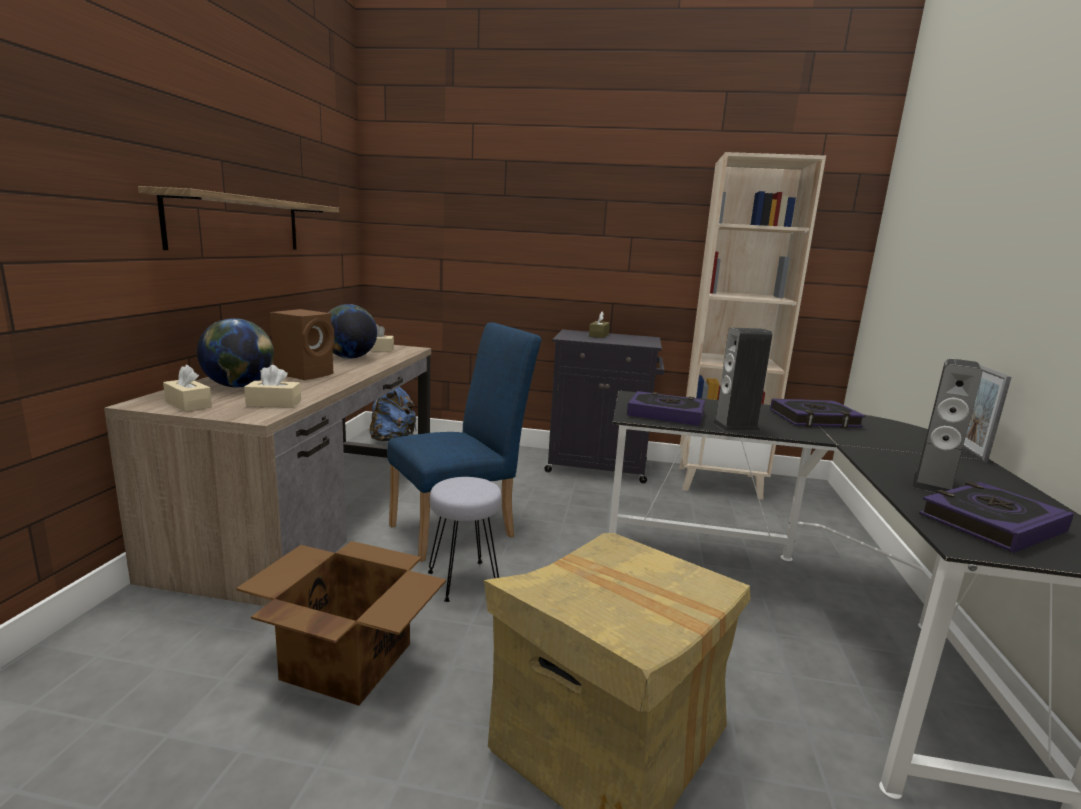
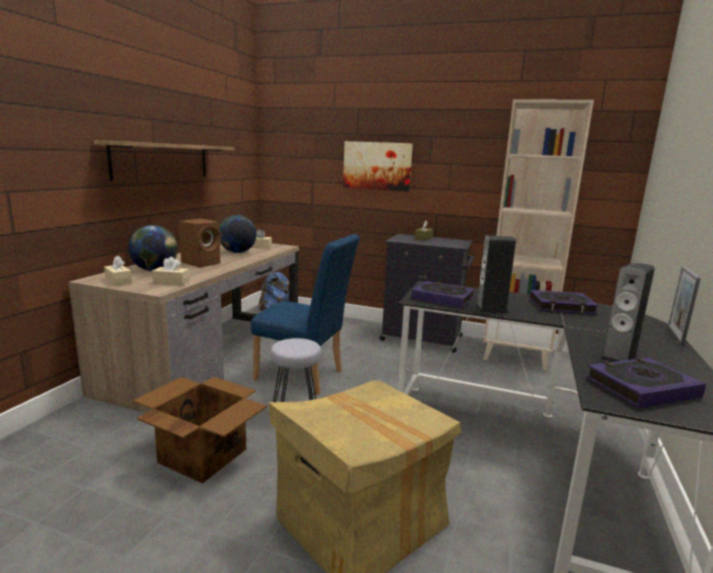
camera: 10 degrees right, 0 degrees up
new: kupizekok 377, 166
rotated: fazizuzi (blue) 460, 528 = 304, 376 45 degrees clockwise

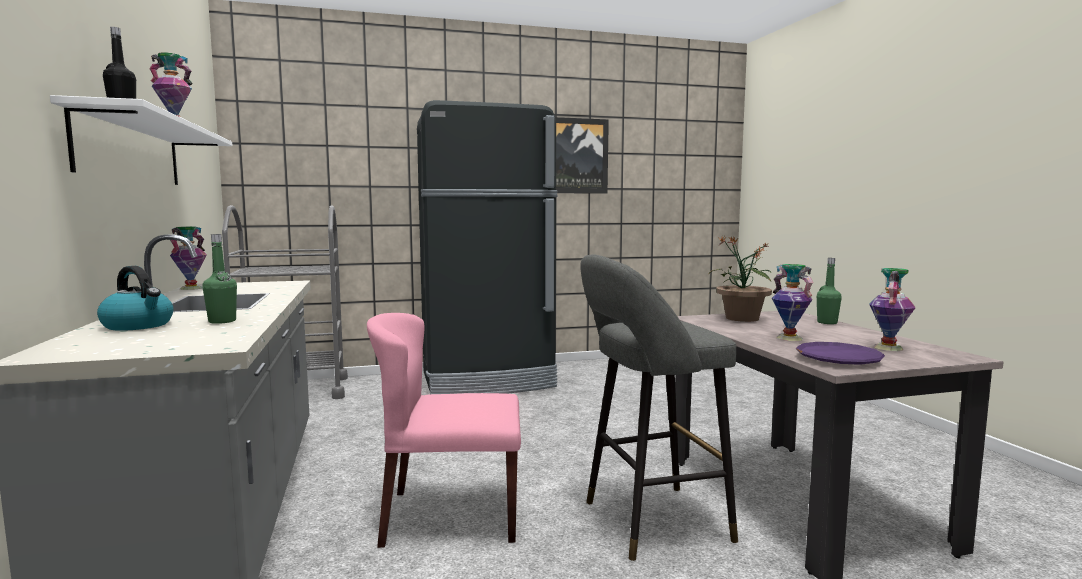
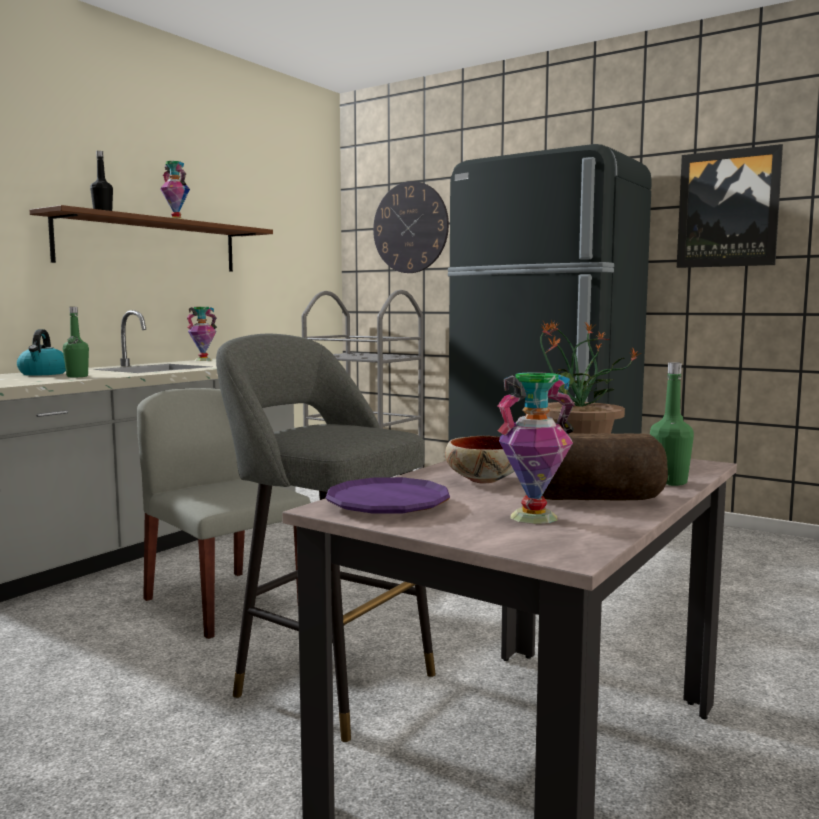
camera: 50 degrees right, 0 degrees up
new: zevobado 410, 227; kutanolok 593, 499
swapped: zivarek 789, 338 to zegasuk 484, 480
repainted: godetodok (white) 131, 151 to godetodok (brown) 150, 245; fazizuzi (pink) 450, 516 to fazizuzi (grey) 223, 602

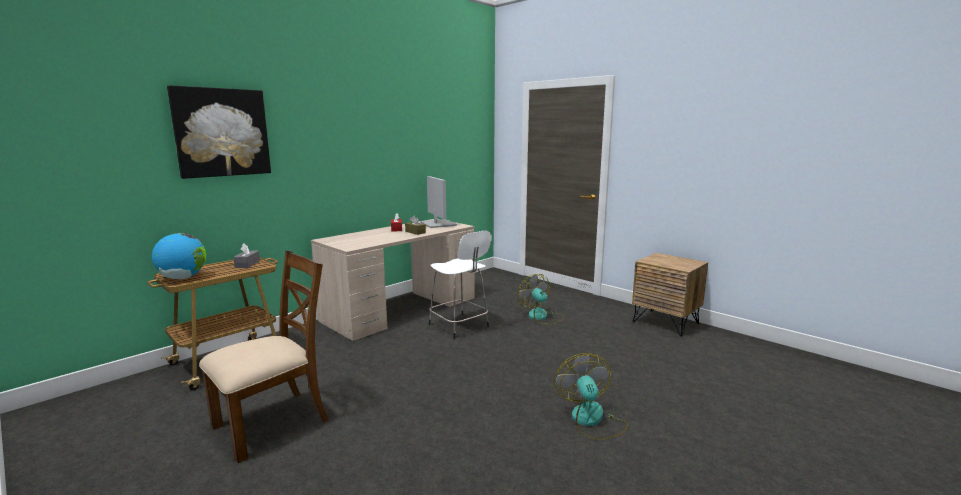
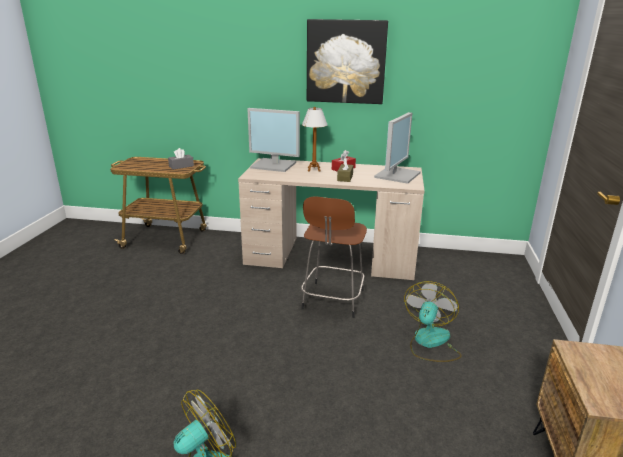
camera: 55 degrees right, 10 degrees up
gone: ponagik 183, 278; fazizuzi (brown) 273, 423
new: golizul 274, 165; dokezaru 314, 169
shifted: kupizekok 222, 132 to 346, 62
repainted: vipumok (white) 460, 326 to vipumok (brown) 332, 301

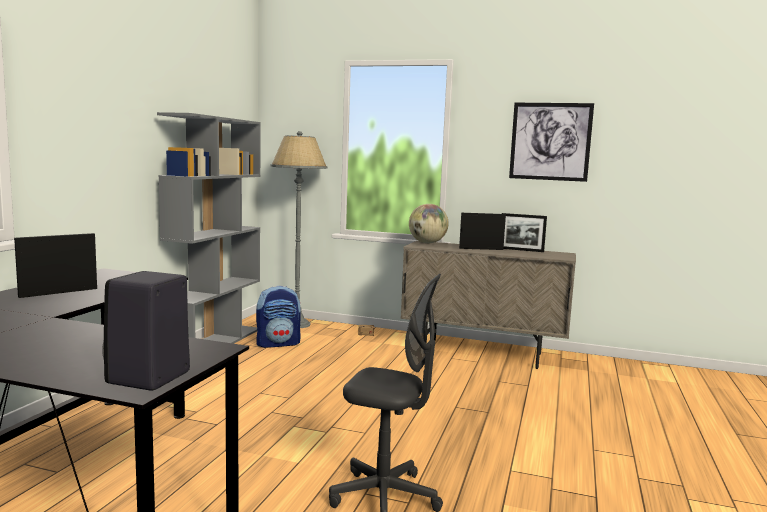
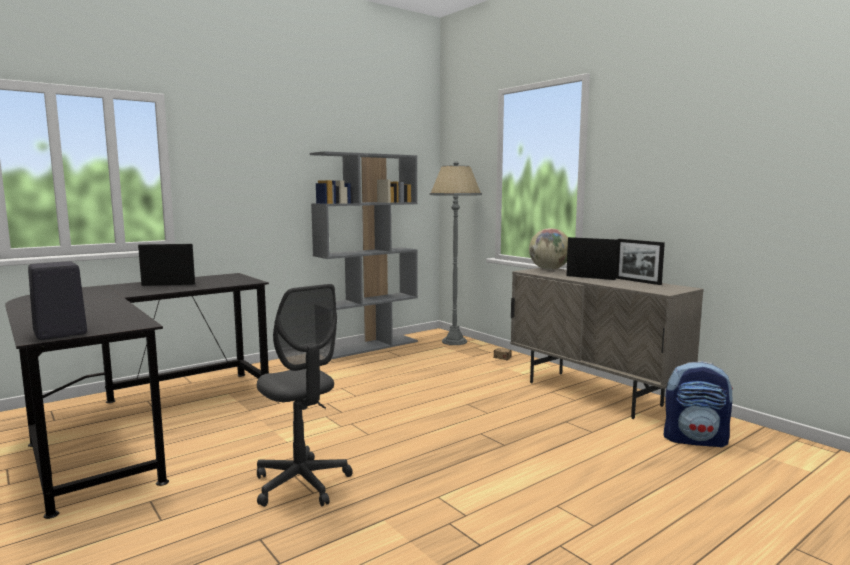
camera: 35 degrees right, 0 degrees up
gone: kupizekok 550, 141
shifted: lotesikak 278, 343 to 695, 440

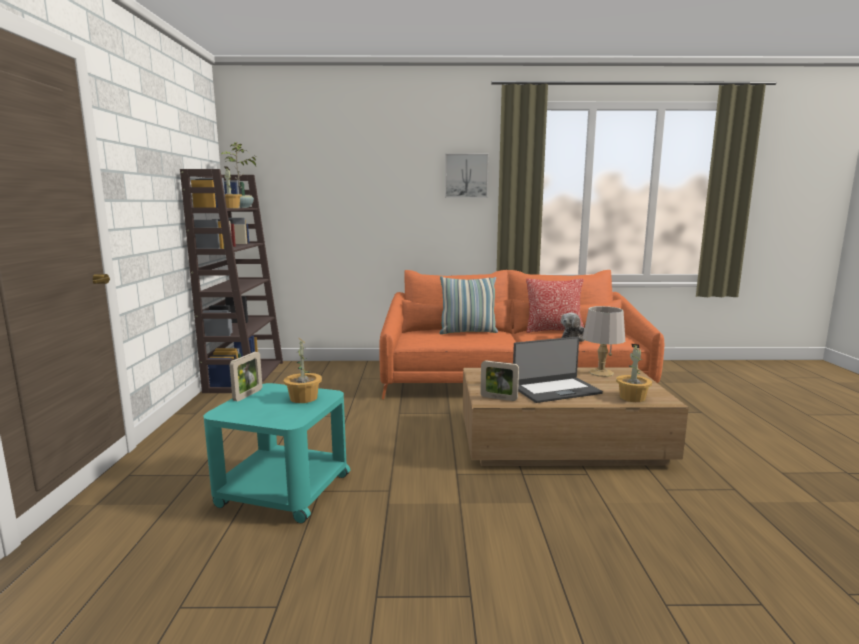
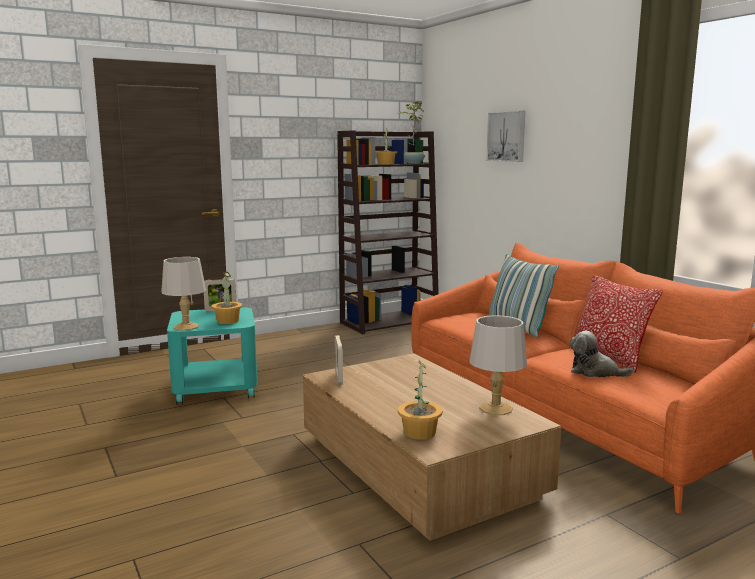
camera: 60 degrees right, 0 degrees up
gone: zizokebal 555, 390
new: dokezaru (grey) 185, 327
shifted: kupizekok 466, 176 to 507, 136

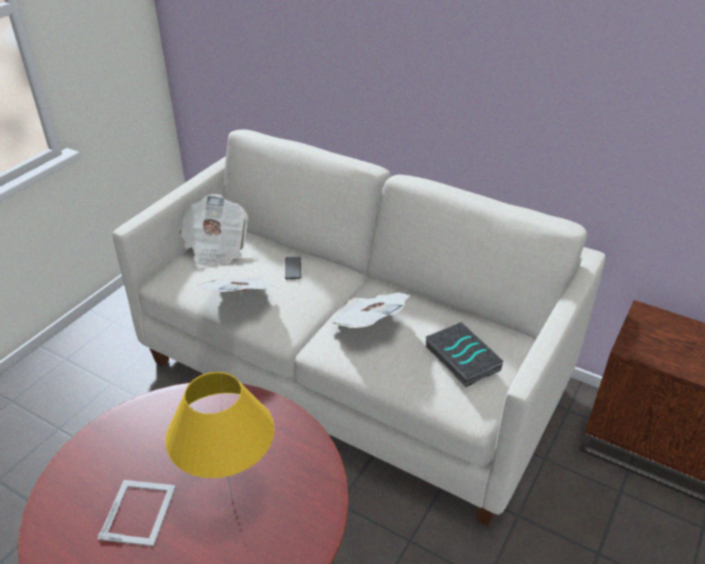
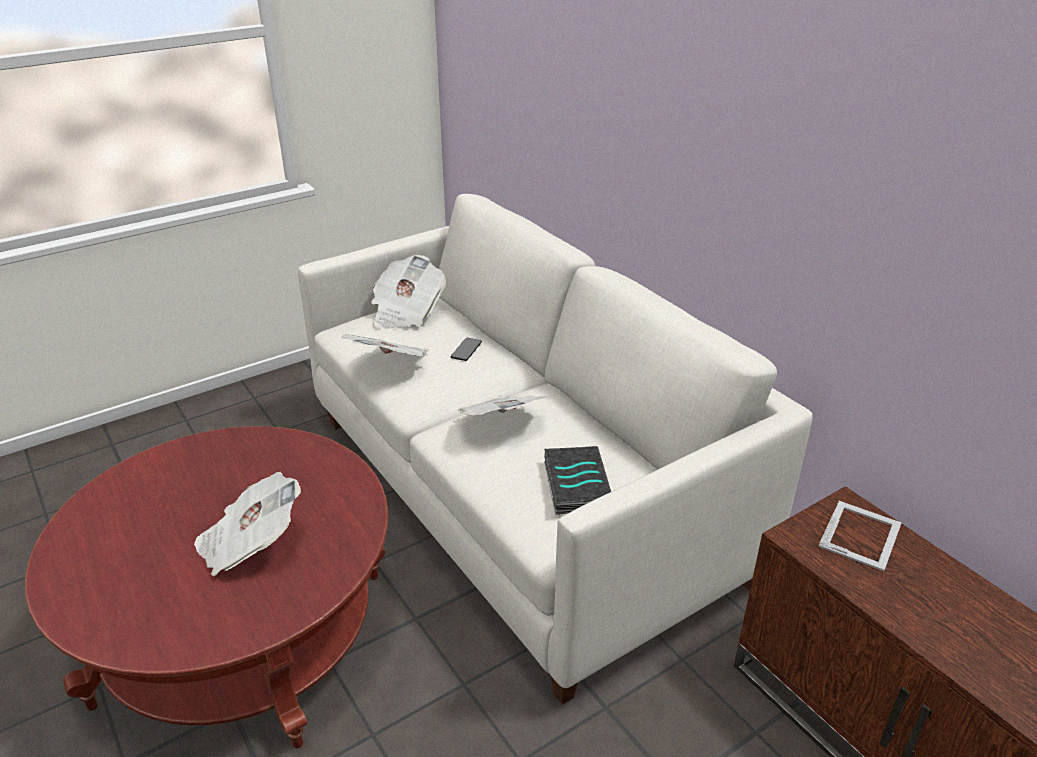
camera: 25 degrees right, 5 degrees down
shifted: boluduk 139, 511 to 861, 534
swapped: dokezaru (yellow) 232, 499 to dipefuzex 250, 544

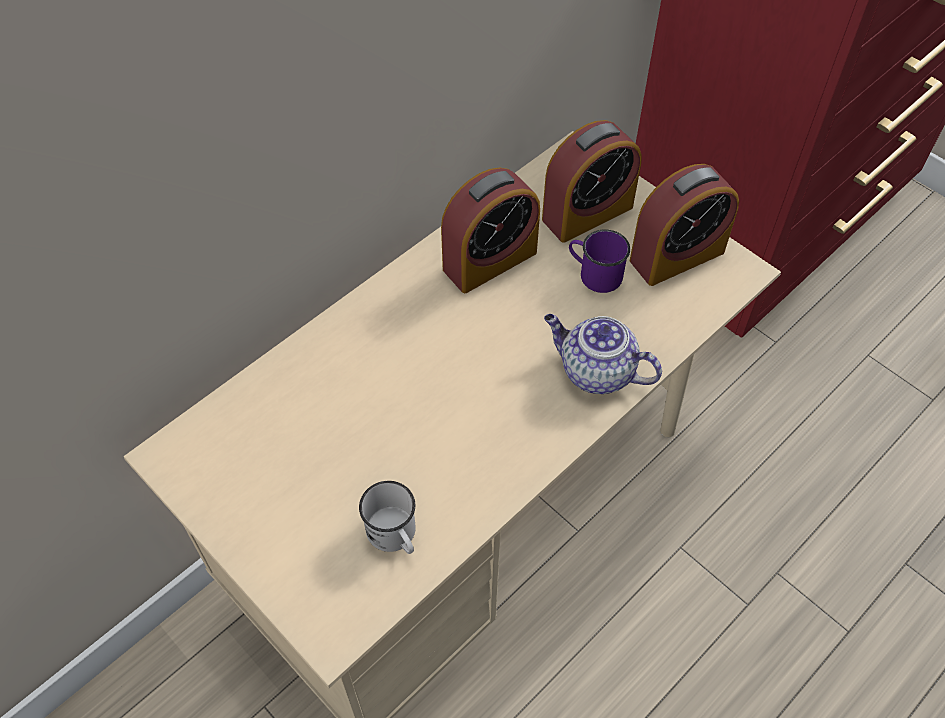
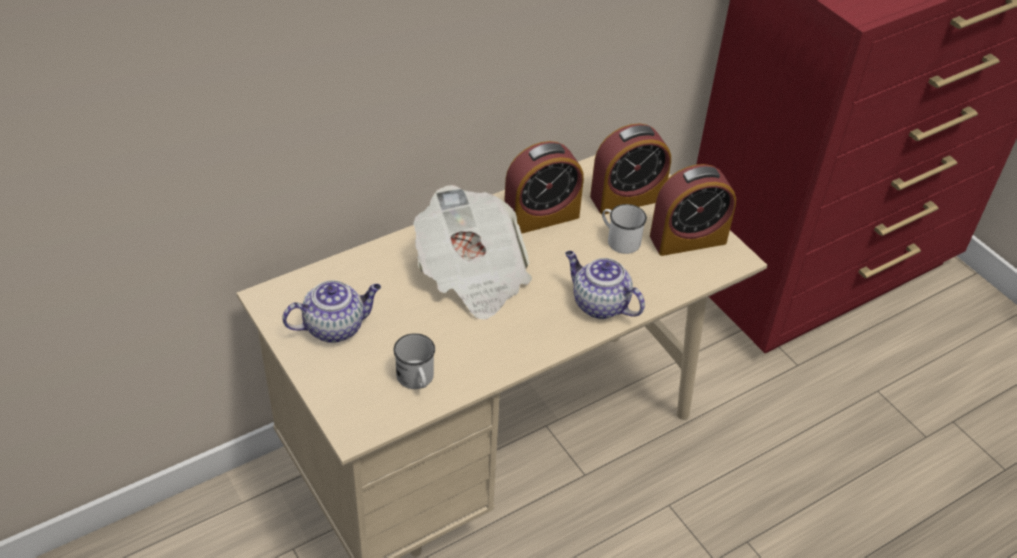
camera: 10 degrees right, 10 degrees down
new: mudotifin 335, 327; dipefuzex 472, 275
repainted: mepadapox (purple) 594, 274 to mepadapox (white) 619, 240

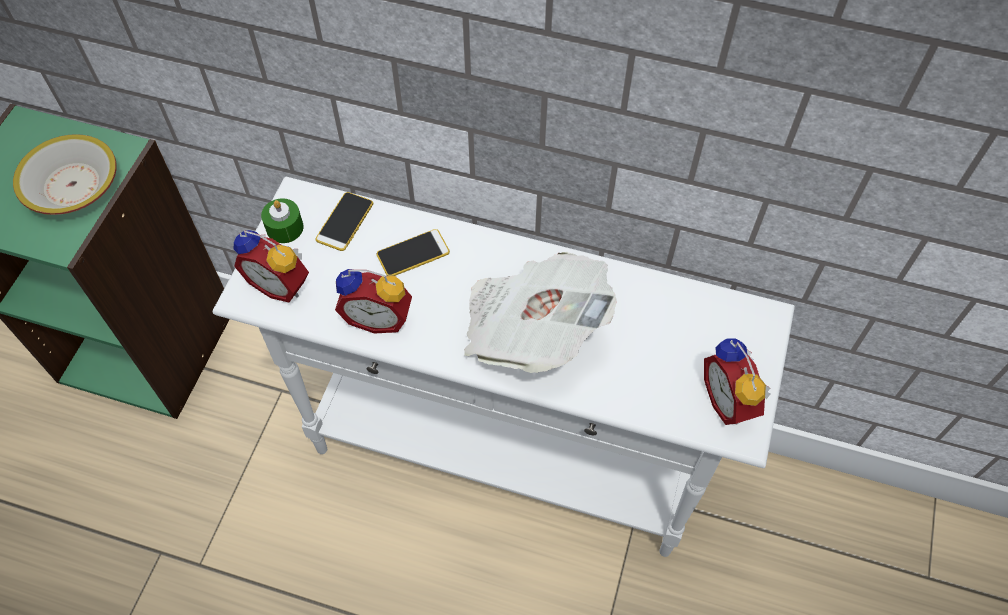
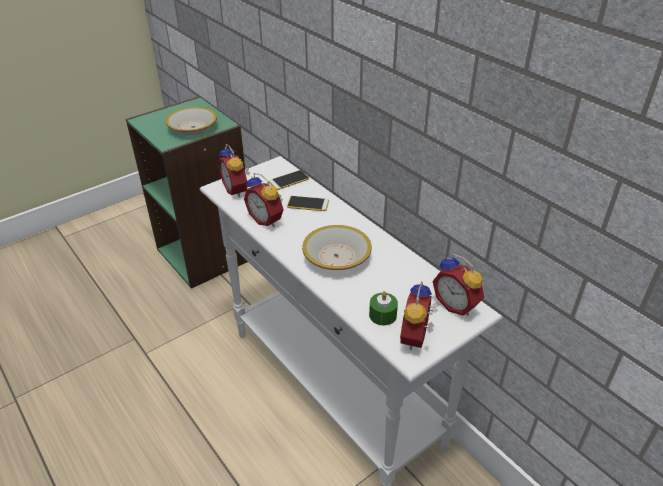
camera: 35 degrees right, 20 degrees down
new: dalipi 457, 305
shifted: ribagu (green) 285, 228 to 382, 315
swapped: dipefuzex 532, 329 to zegasuk 336, 256

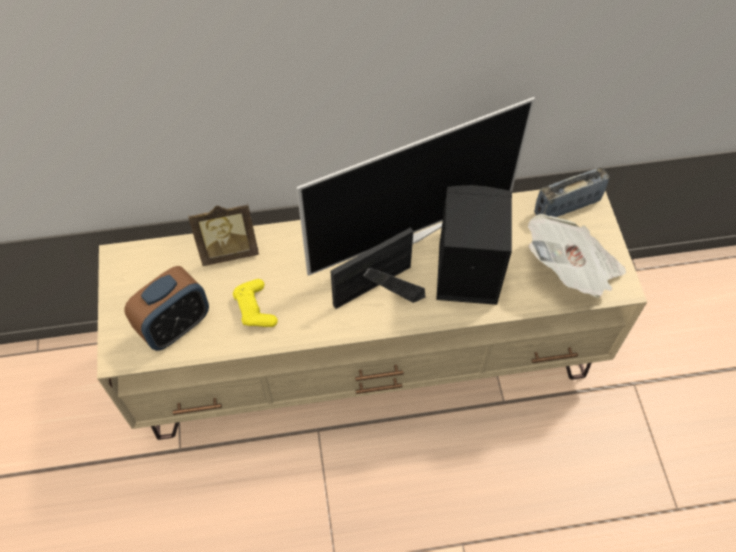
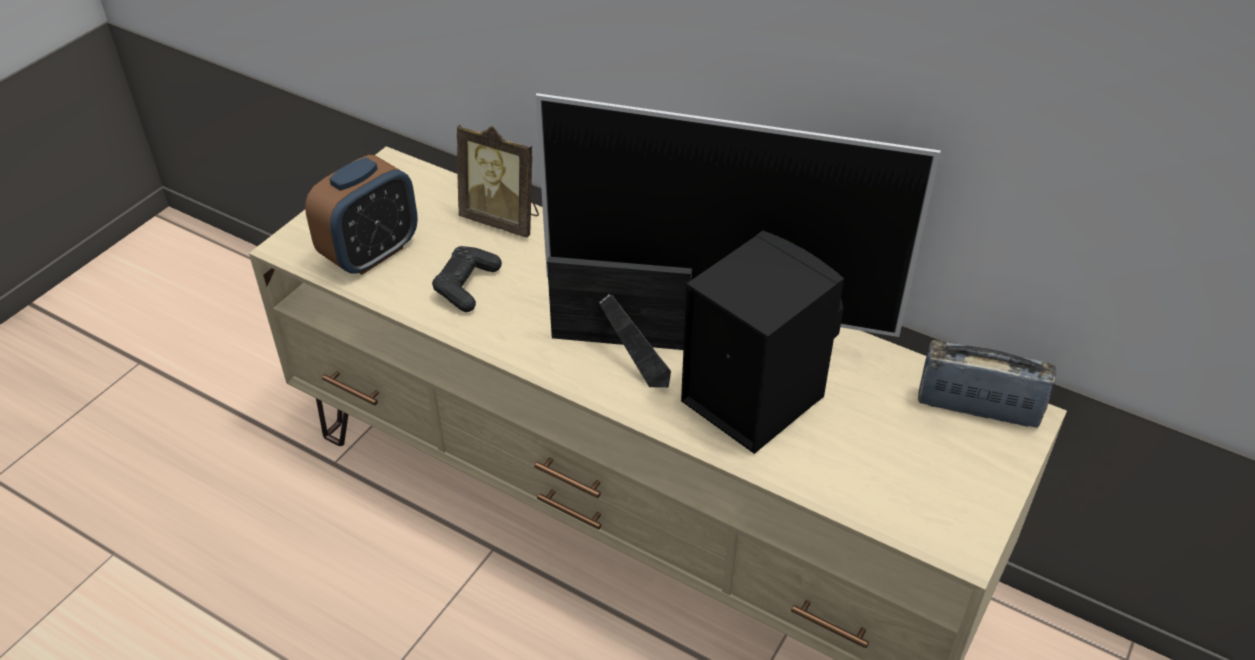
camera: 40 degrees right, 15 degrees down
gone: dipefuzex 571, 270
repainted: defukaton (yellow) 255, 309 to defukaton (black) 466, 286
rotated: dalipi 175, 326 = 371, 253 45 degrees counterclockwise

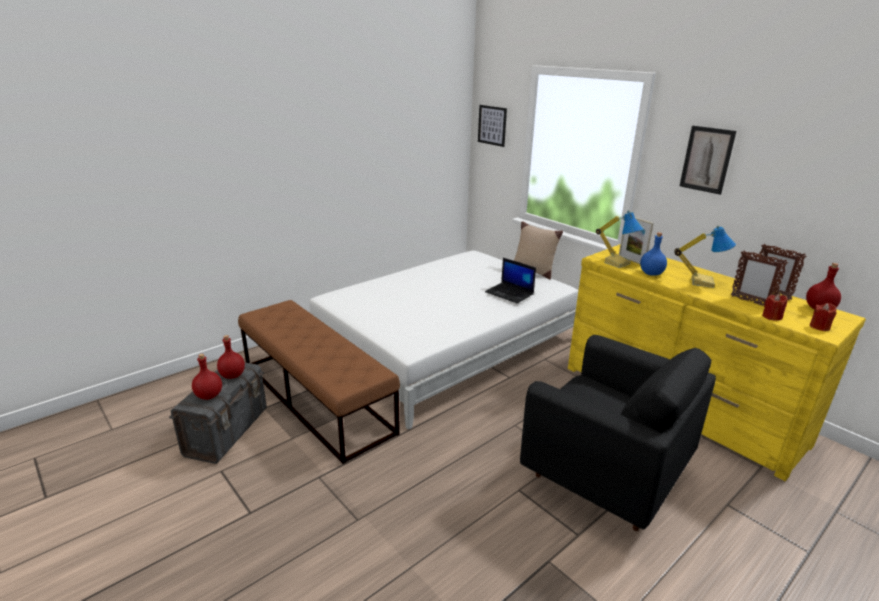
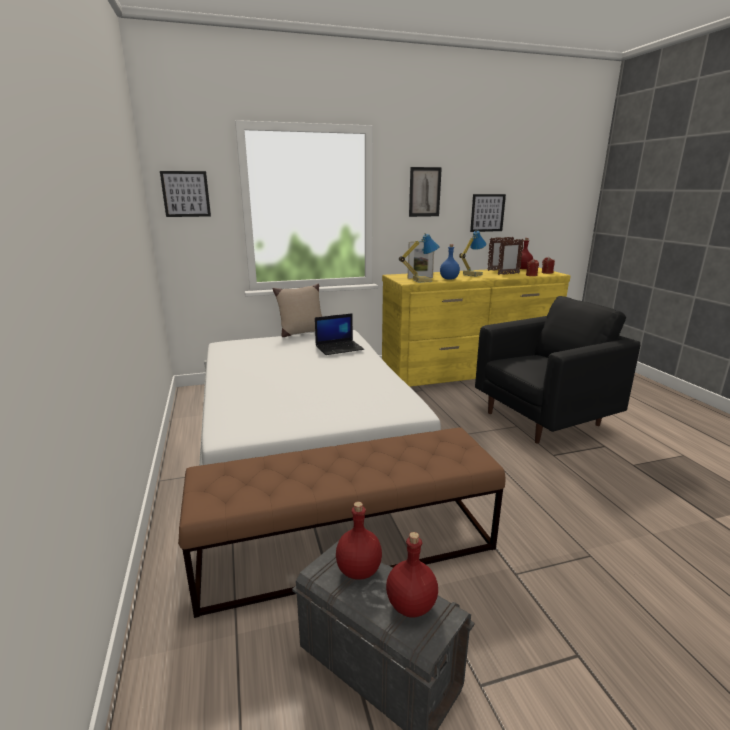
camera: 65 degrees left, 5 degrees down
new: kupizekok 487, 213

